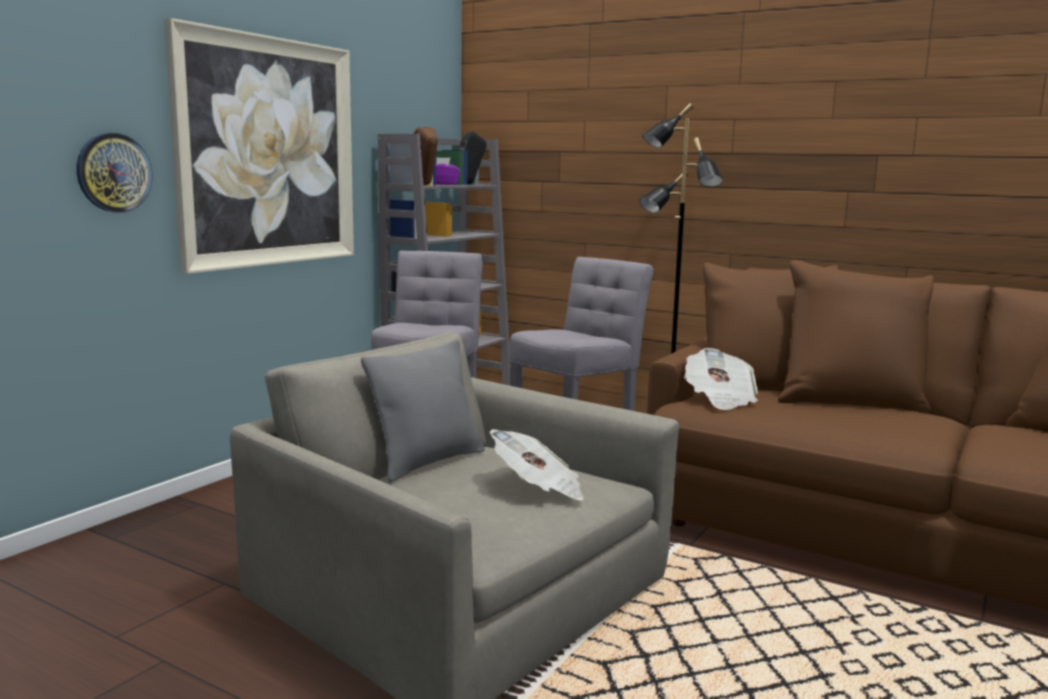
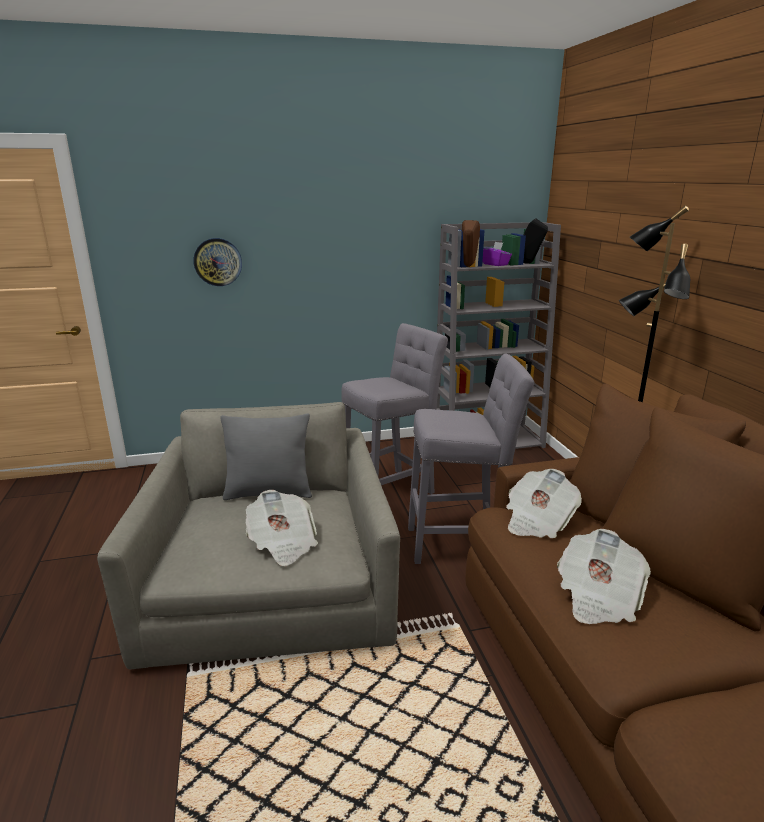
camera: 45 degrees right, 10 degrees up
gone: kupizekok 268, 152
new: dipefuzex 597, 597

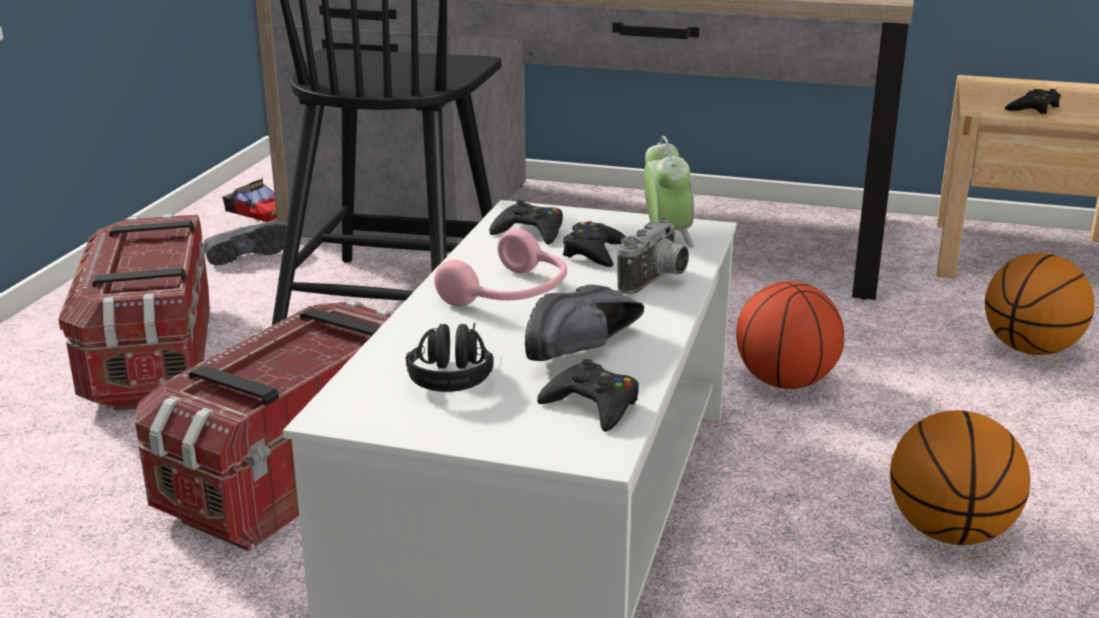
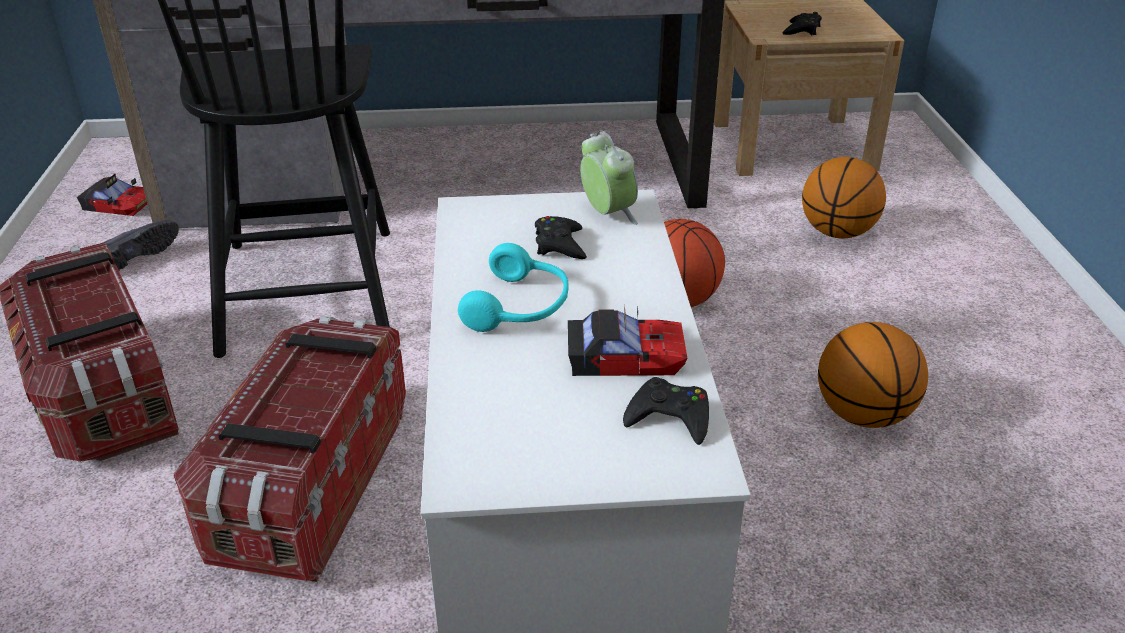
camera: 20 degrees left, 10 degrees up
gone: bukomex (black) 452, 371; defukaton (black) 530, 232; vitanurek 656, 281
swapped: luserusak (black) 586, 350 to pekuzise 625, 357
repainted: bukomex (pink) 511, 294 to bukomex (turquoise) 520, 307

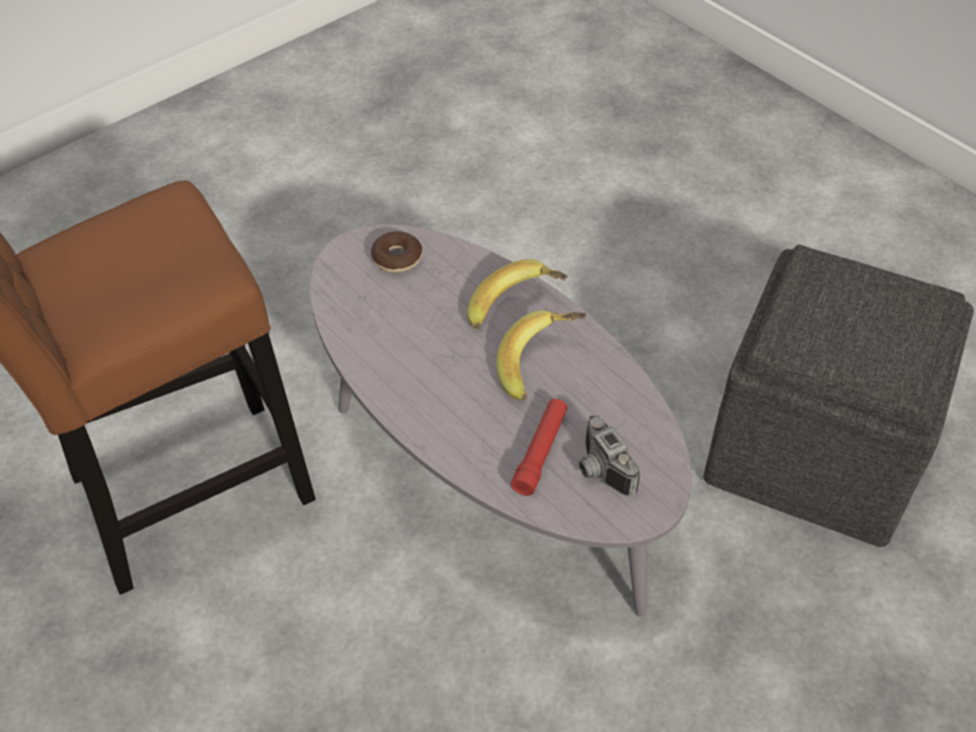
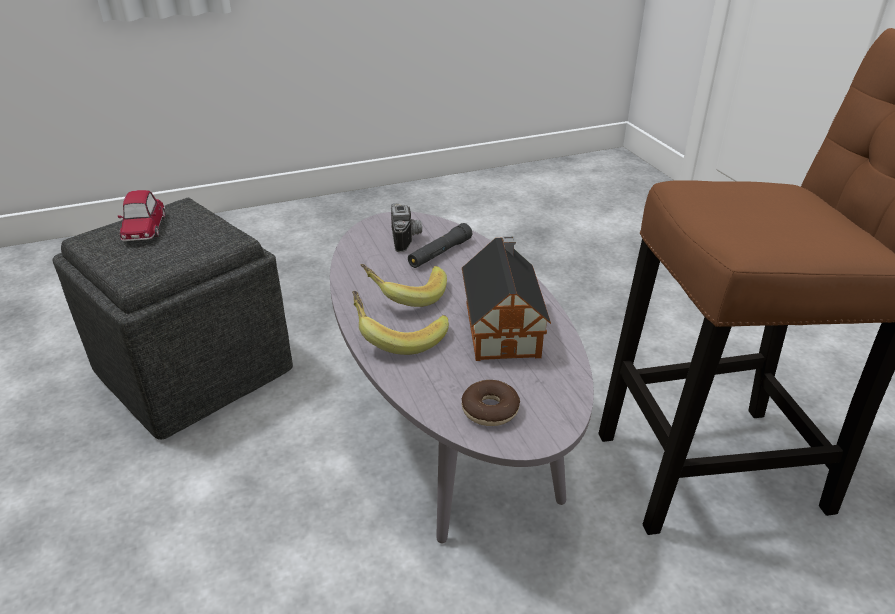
camera: 160 degrees left, 15 degrees down
new: pekuzise 144, 228; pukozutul 502, 326
repainted: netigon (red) 540, 452 to netigon (black) 440, 253

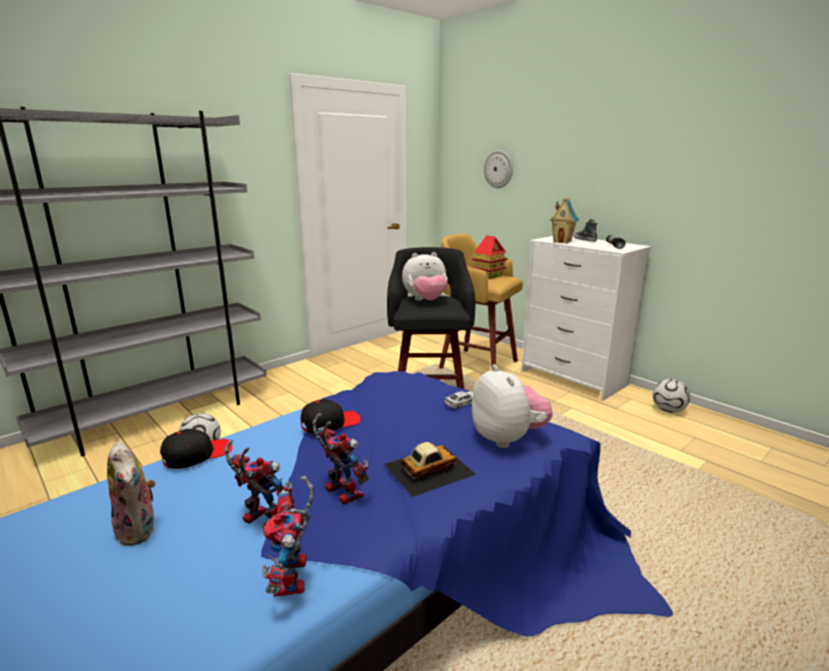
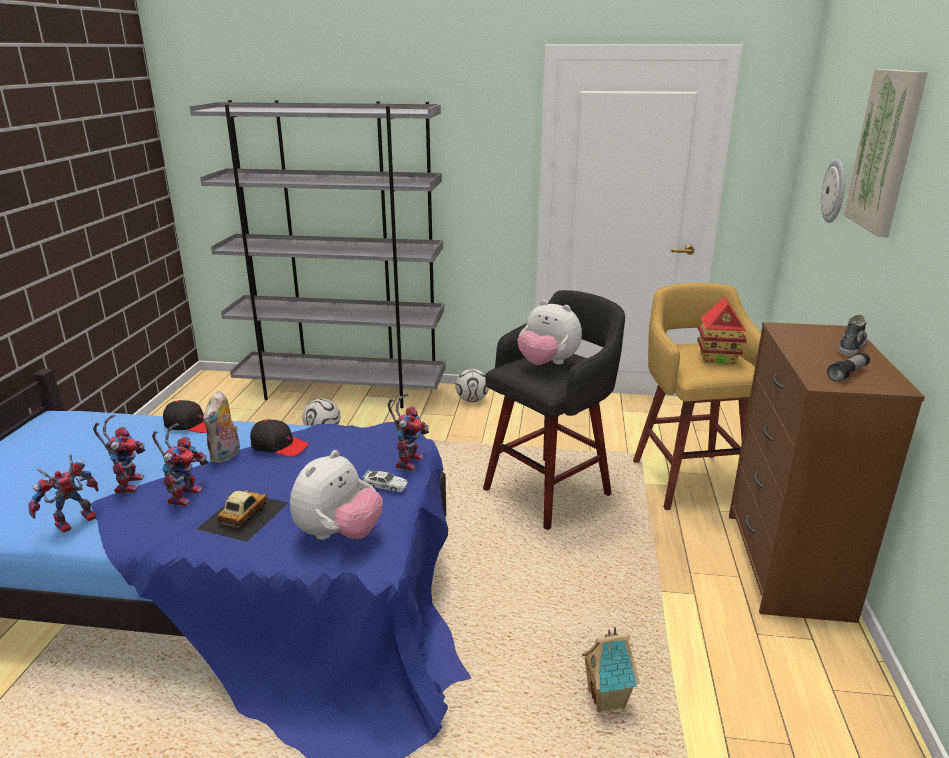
camera: 50 degrees right, 5 degrees up
new: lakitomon 408, 460; kupizekok 886, 151
shifted: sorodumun 140, 530 to 226, 456; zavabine 668, 410 to 472, 400; pukozutul 562, 242 to 607, 701
repainted: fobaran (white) 573, 378 to fobaran (brown) 785, 564
rotated: pekuzise 428, 469 = 243, 515 90 degrees counterclockwise

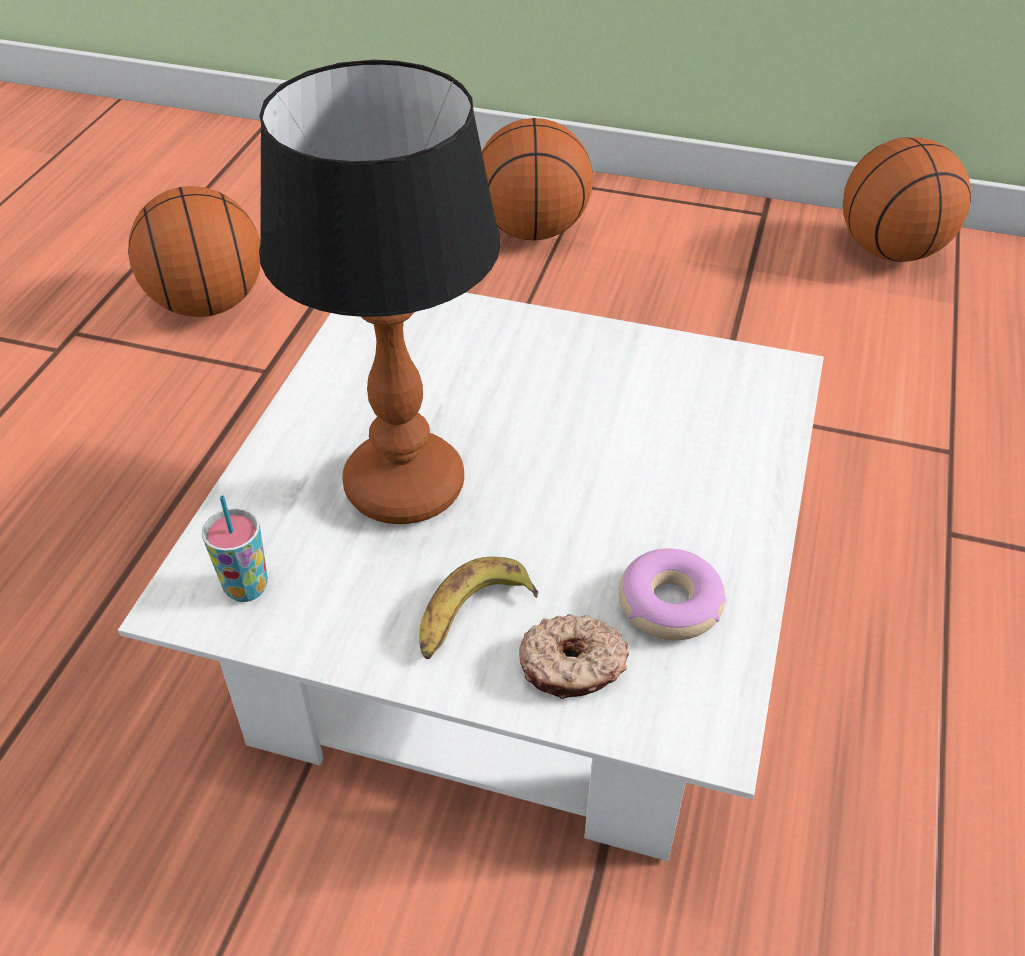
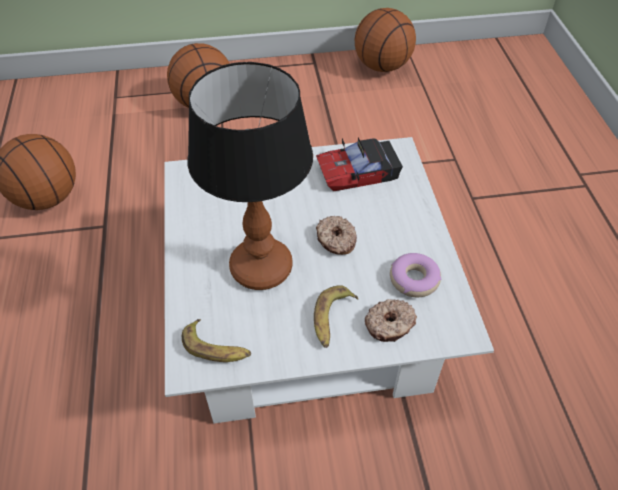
camera: 25 degrees left, 5 degrees up
new: pekuzise 358, 172; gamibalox 335, 240
swapped: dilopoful 246, 587 to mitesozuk 216, 347

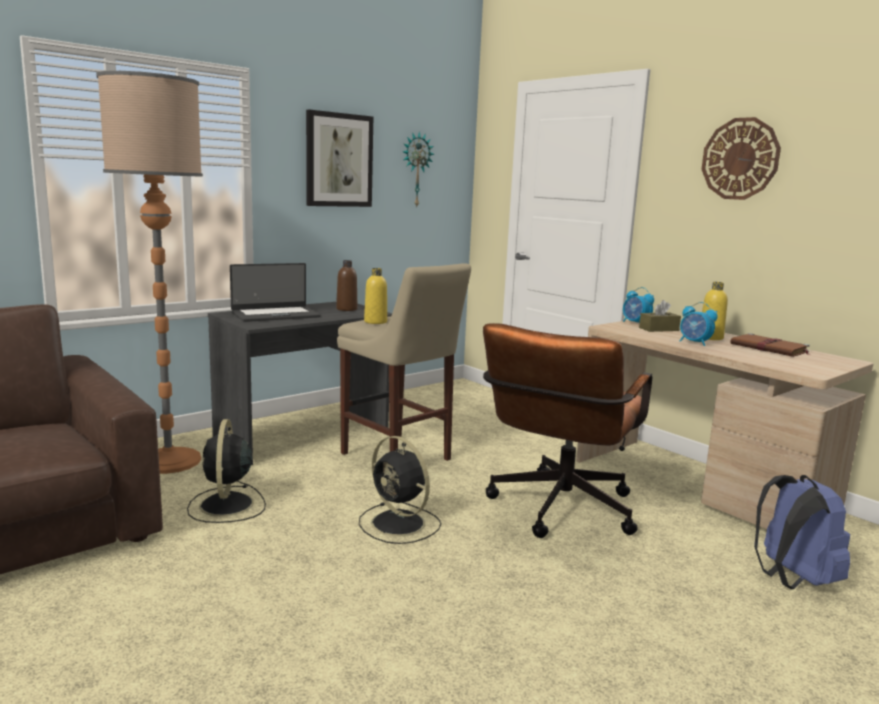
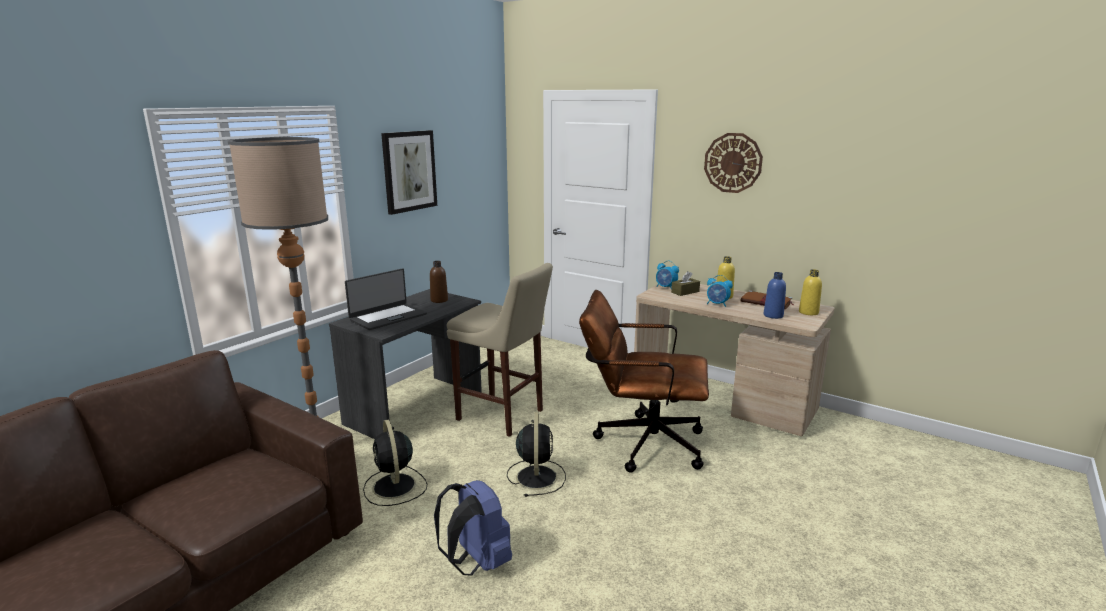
camera: 15 degrees left, 5 degrees up
gone: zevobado 415, 170
new: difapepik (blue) 773, 315
shifted: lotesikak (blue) 792, 579 to 476, 562; difapepik (yellow) 375, 322 to 808, 312
rotated: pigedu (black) 400, 524 = 536, 476 120 degrees counterclockwise; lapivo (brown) 558, 512 = 640, 442 90 degrees clockwise

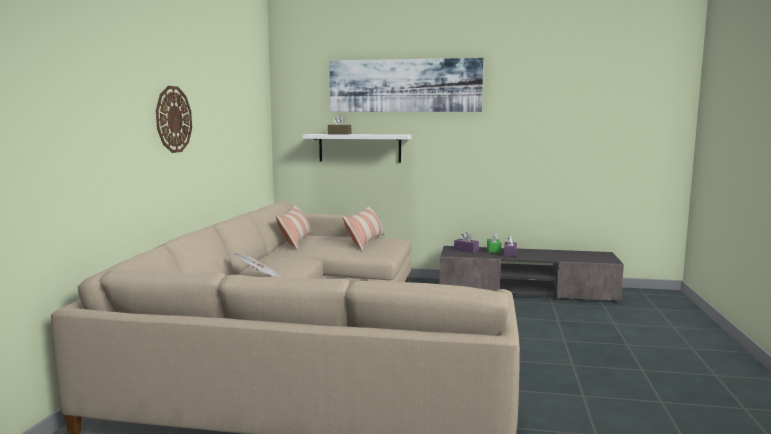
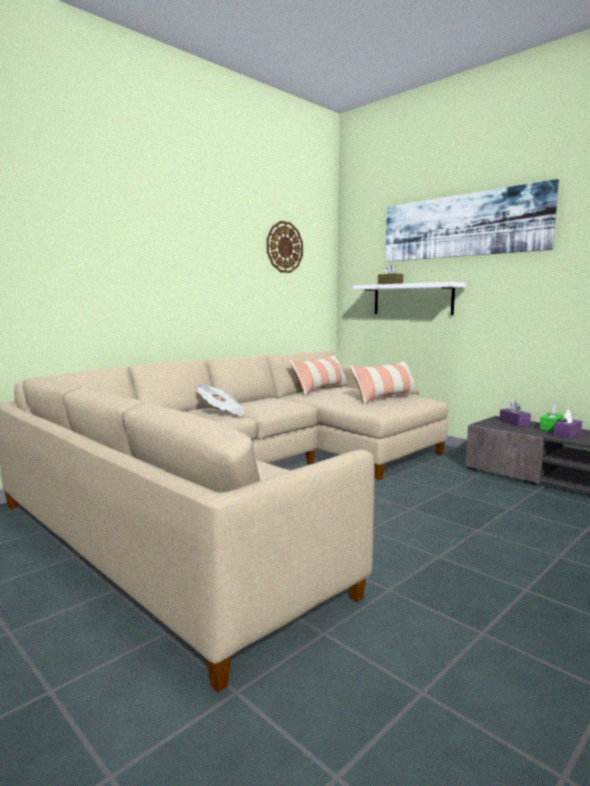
camera: 35 degrees right, 0 degrees up
shifted: zevobado 173, 119 to 284, 247

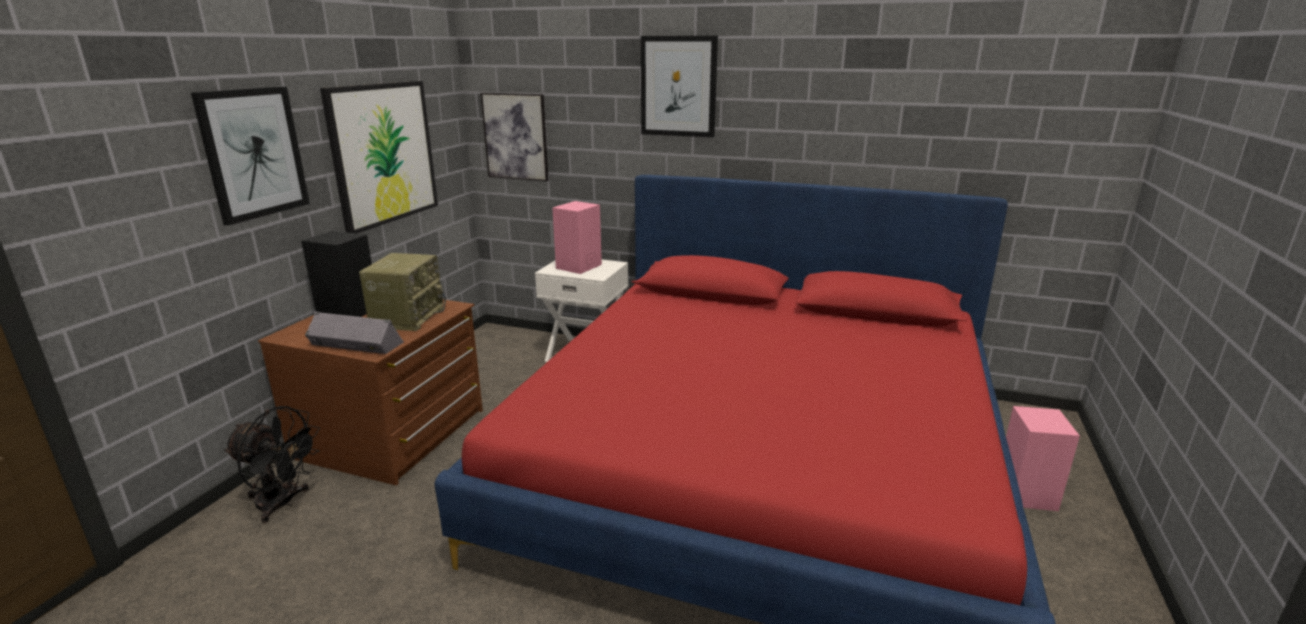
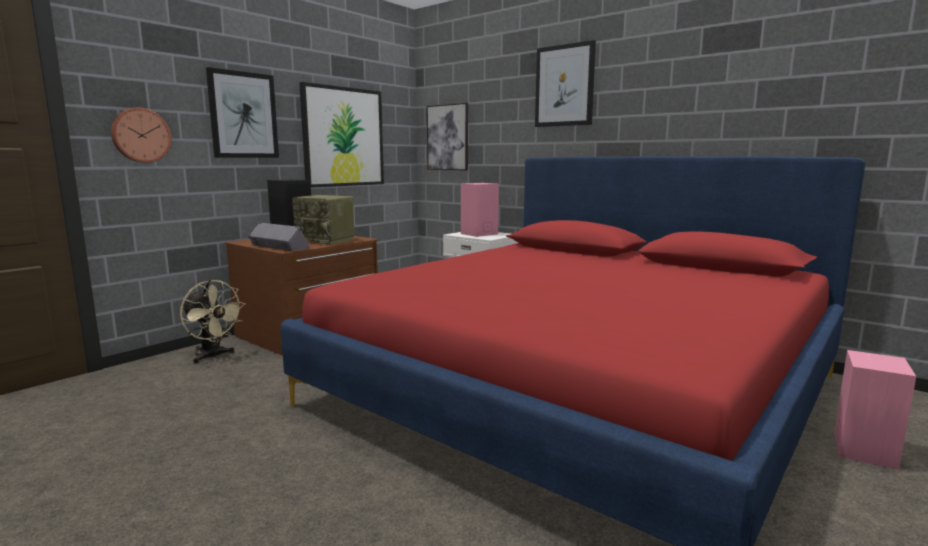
camera: 20 degrees right, 10 degrees down
new: zevobado 140, 135
repainted: pigedu (black) 283, 504 to pigedu (beige) 213, 356
rotated: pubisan 407, 317 = 326, 240 90 degrees clockwise

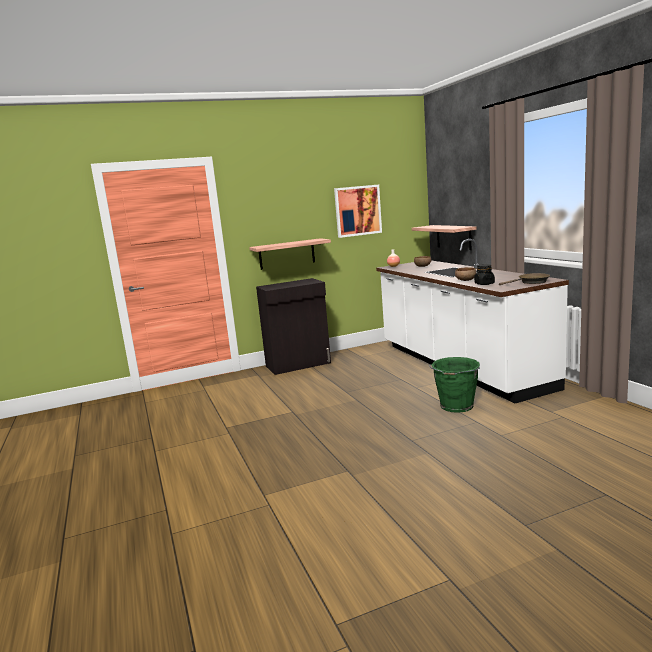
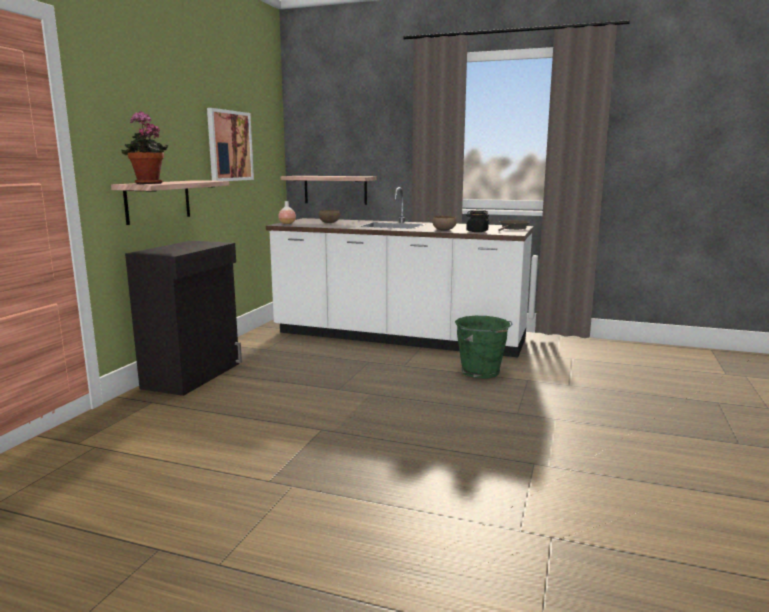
camera: 50 degrees left, 0 degrees up
new: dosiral 148, 183

